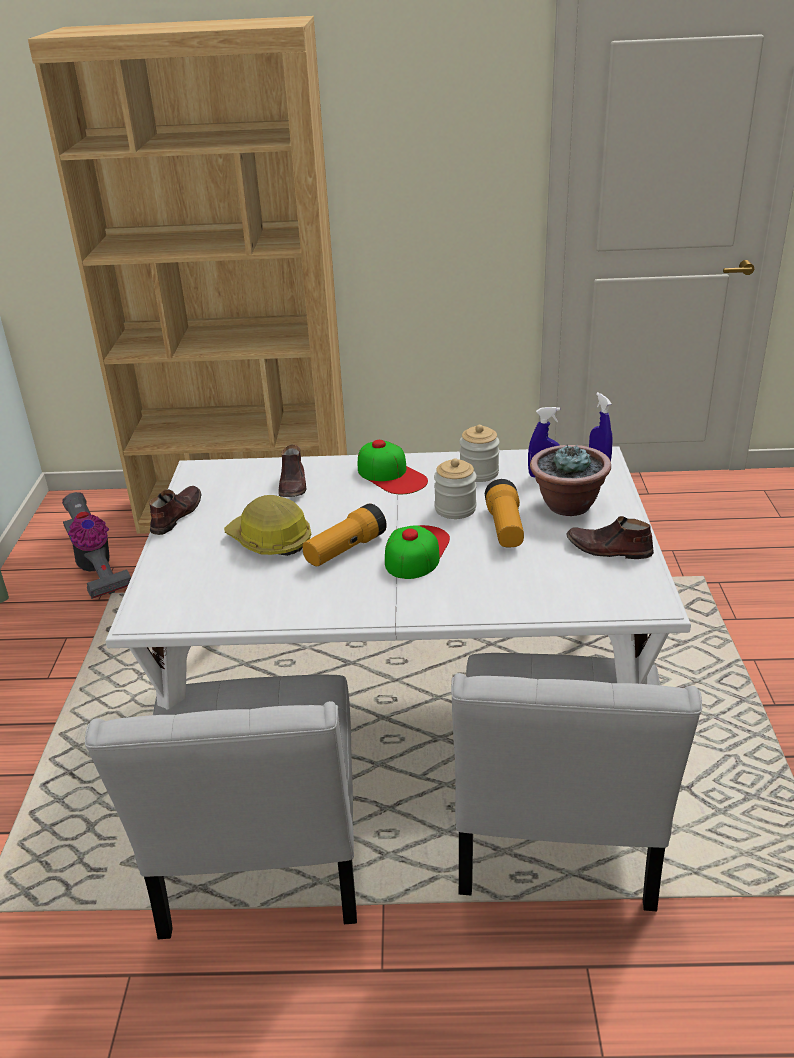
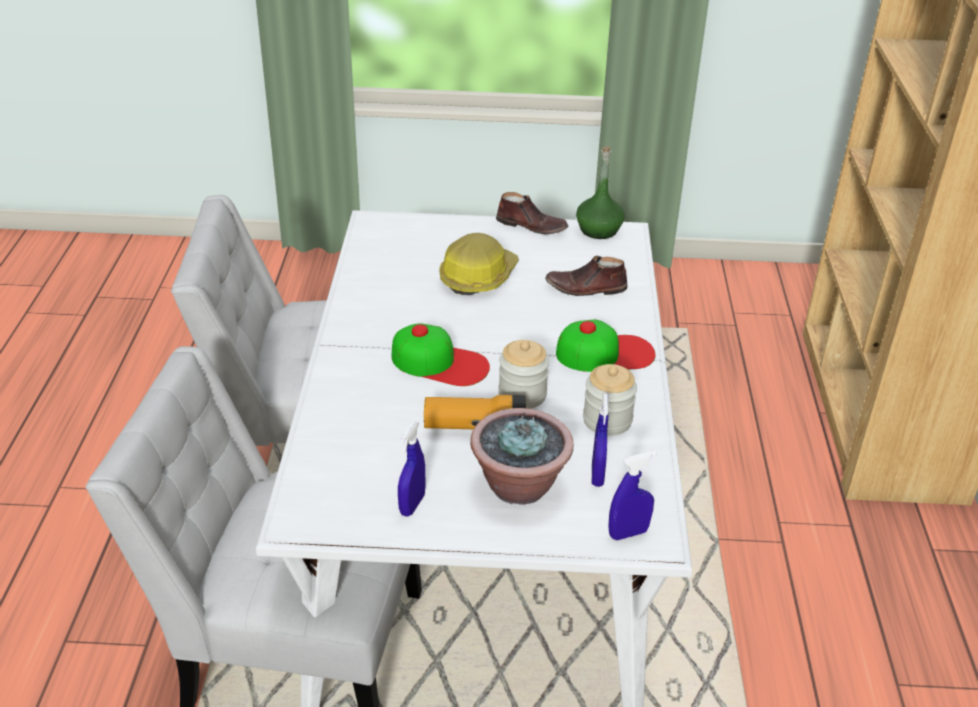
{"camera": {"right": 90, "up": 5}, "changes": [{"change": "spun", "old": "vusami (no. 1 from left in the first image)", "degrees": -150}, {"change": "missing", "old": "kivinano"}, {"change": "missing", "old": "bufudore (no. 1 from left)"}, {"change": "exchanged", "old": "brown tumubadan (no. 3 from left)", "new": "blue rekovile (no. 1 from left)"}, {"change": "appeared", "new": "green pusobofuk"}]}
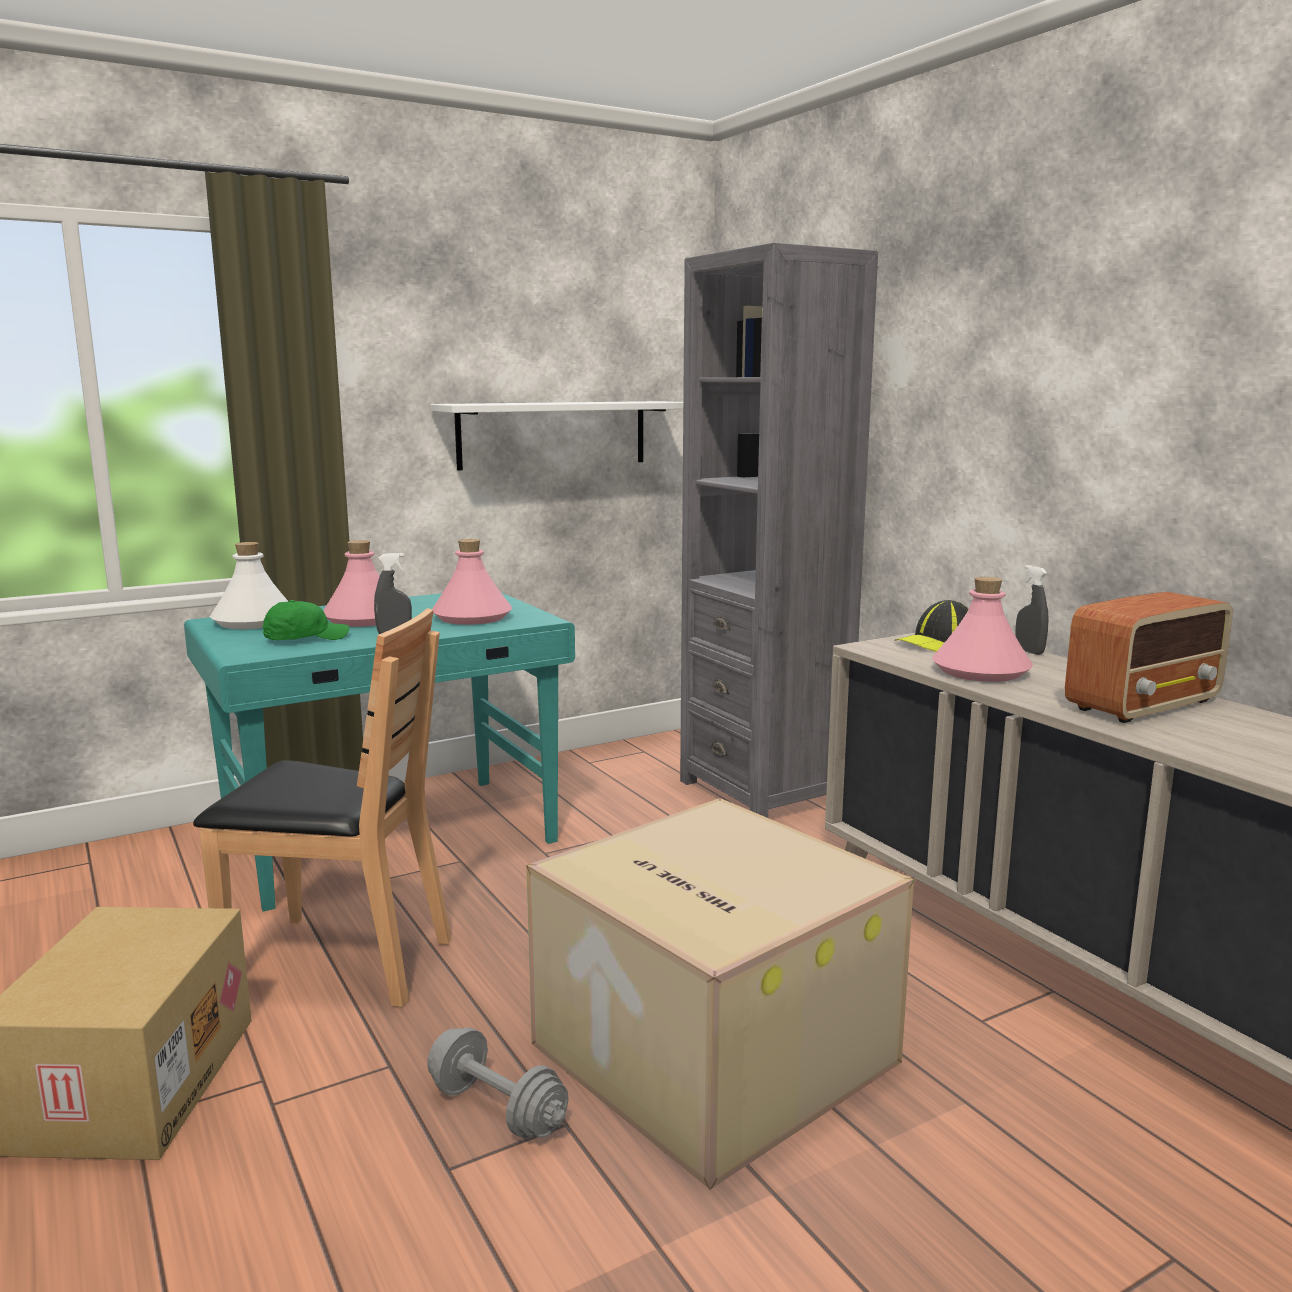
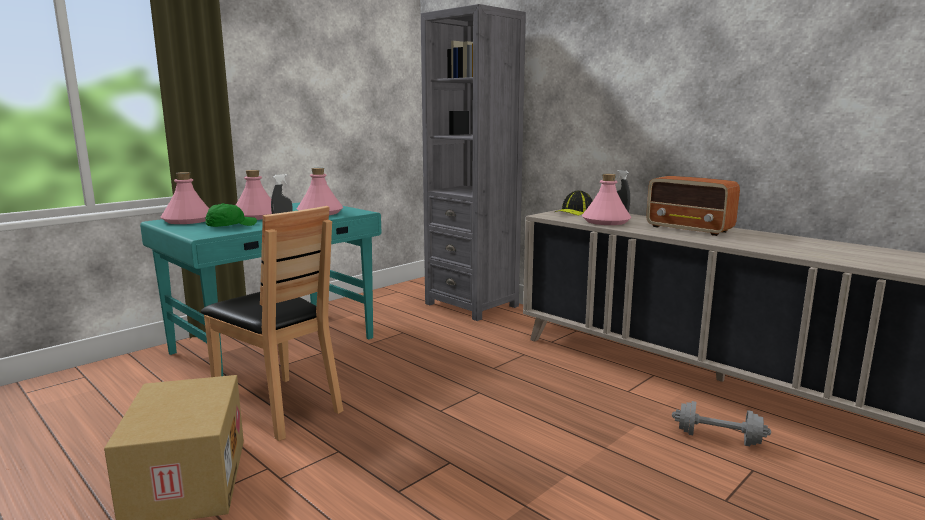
{"camera": {"right": -15, "up": 0}, "changes": [{"change": "missing", "old": "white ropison"}, {"change": "colour", "old": "white pusobofuk", "new": "pink pusobofuk (no. 1 from left)"}, {"change": "spun", "old": "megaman", "degrees": 90}, {"change": "spun", "old": "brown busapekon", "degrees": 45}, {"change": "missing", "old": "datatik (no. 2 from left)"}, {"change": "relocated", "old": "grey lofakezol"}]}
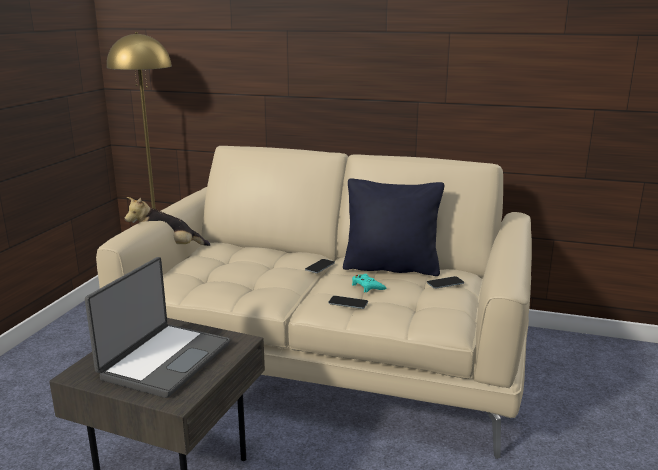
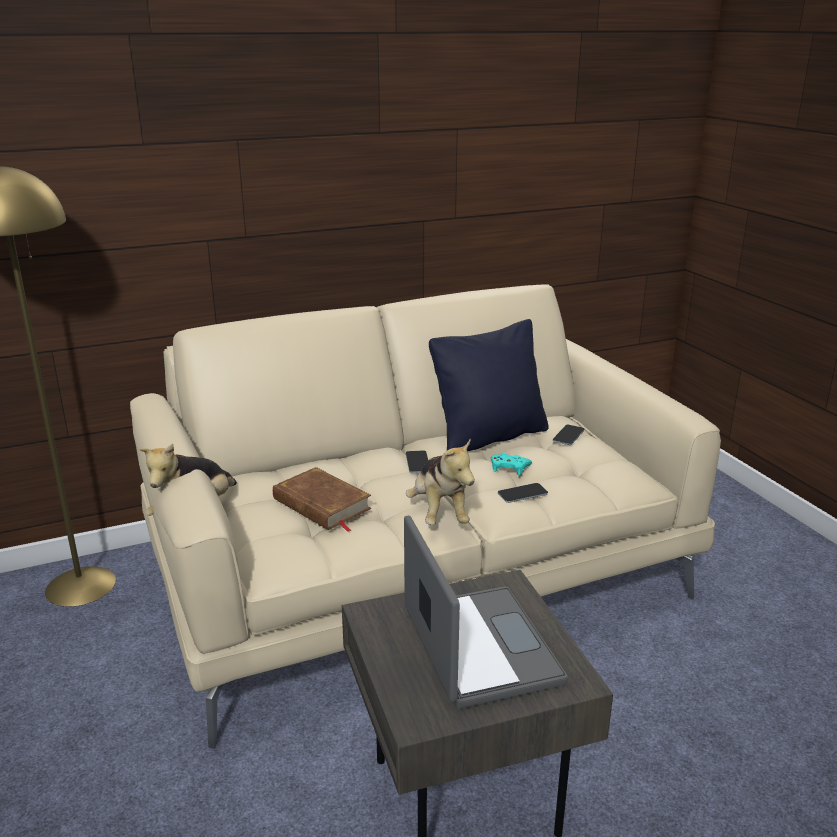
{"camera": {"right": -40, "up": 5}, "changes": [{"change": "appeared", "new": "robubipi (no. 2 from left)"}, {"change": "appeared", "new": "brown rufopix"}]}
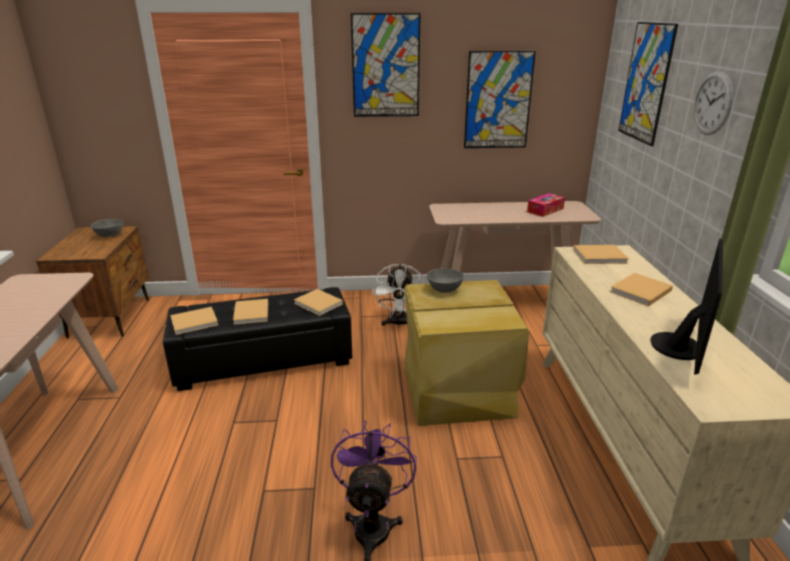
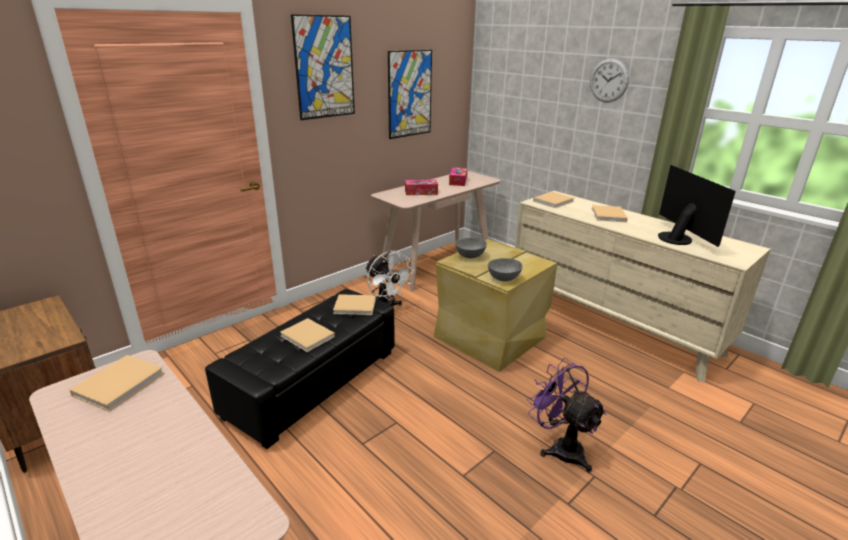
{"camera": {"right": -40, "up": 0}, "changes": [{"change": "missing", "old": "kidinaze (no. 3 from left)"}, {"change": "relocated", "old": "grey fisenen (no. 1 from left in the first image)", "new": "grey fisenen (no. 2 from left)"}, {"change": "relocated", "old": "beige rufopix (no. 1 from left)"}, {"change": "appeared", "new": "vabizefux (no. 1 from left)"}]}
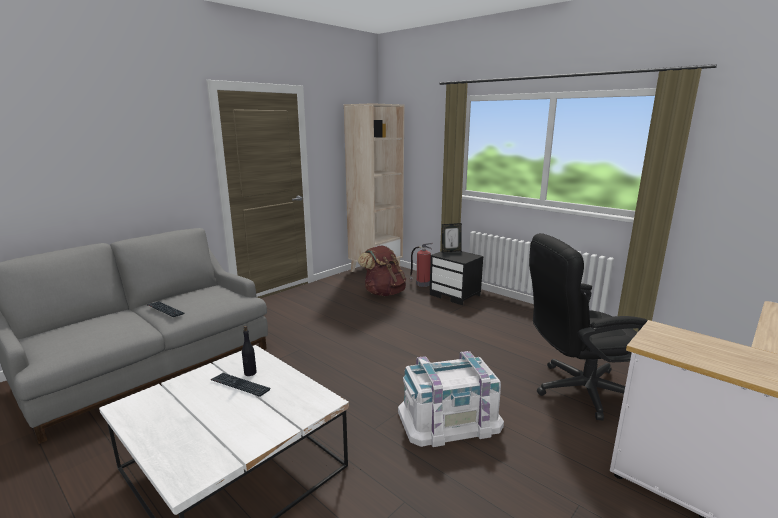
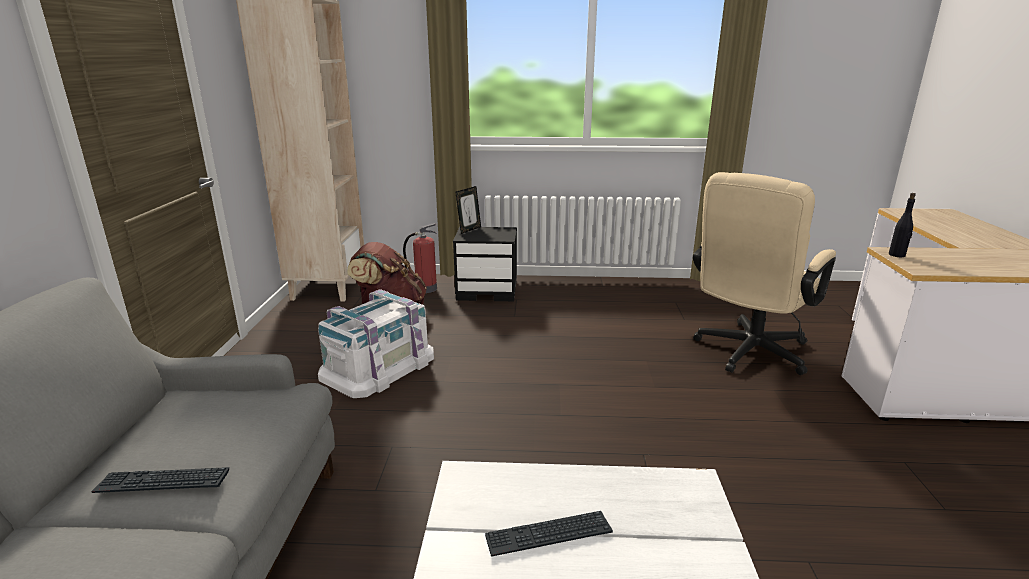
{"camera": {"right": -40, "up": 5}, "changes": [{"change": "colour", "old": "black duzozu", "new": "beige duzozu"}, {"change": "relocated", "old": "black pusobofuk"}, {"change": "relocated", "old": "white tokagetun"}]}
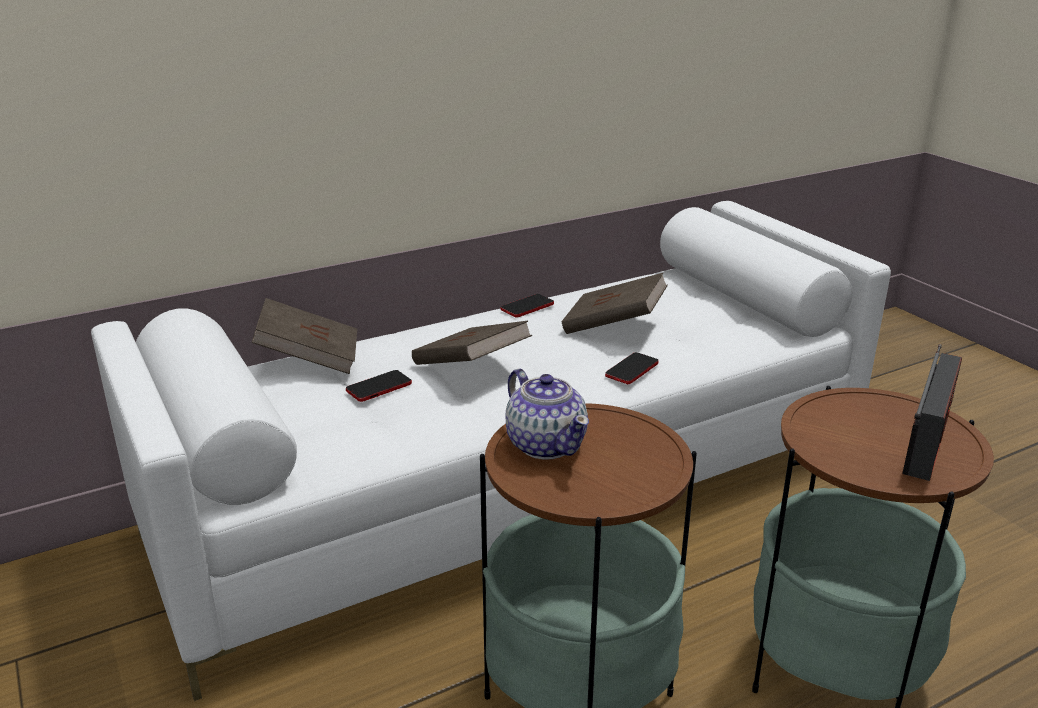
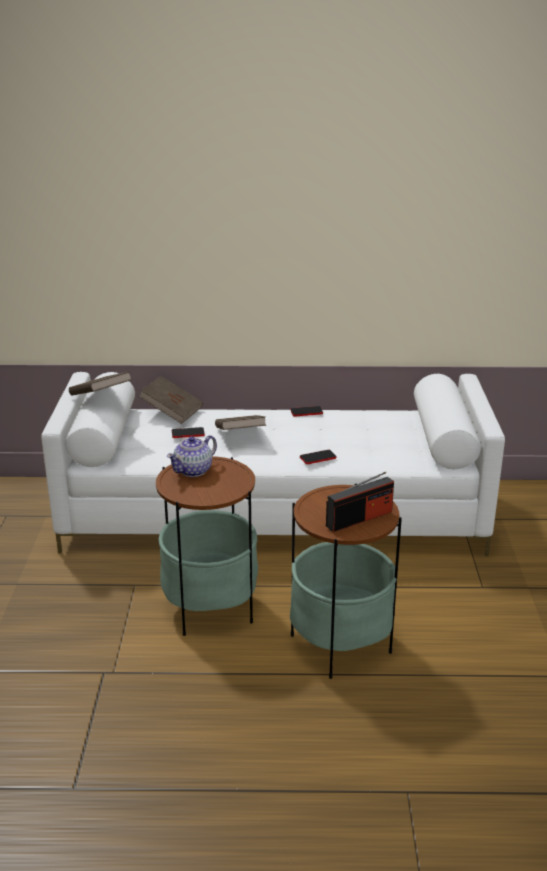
{"camera": {"right": 30, "up": 0}, "changes": [{"change": "relocated", "old": "brown rufopix (no. 3 from left in the first image)", "new": "brown rufopix (no. 1 from left)"}, {"change": "spun", "old": "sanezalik", "degrees": 45}]}
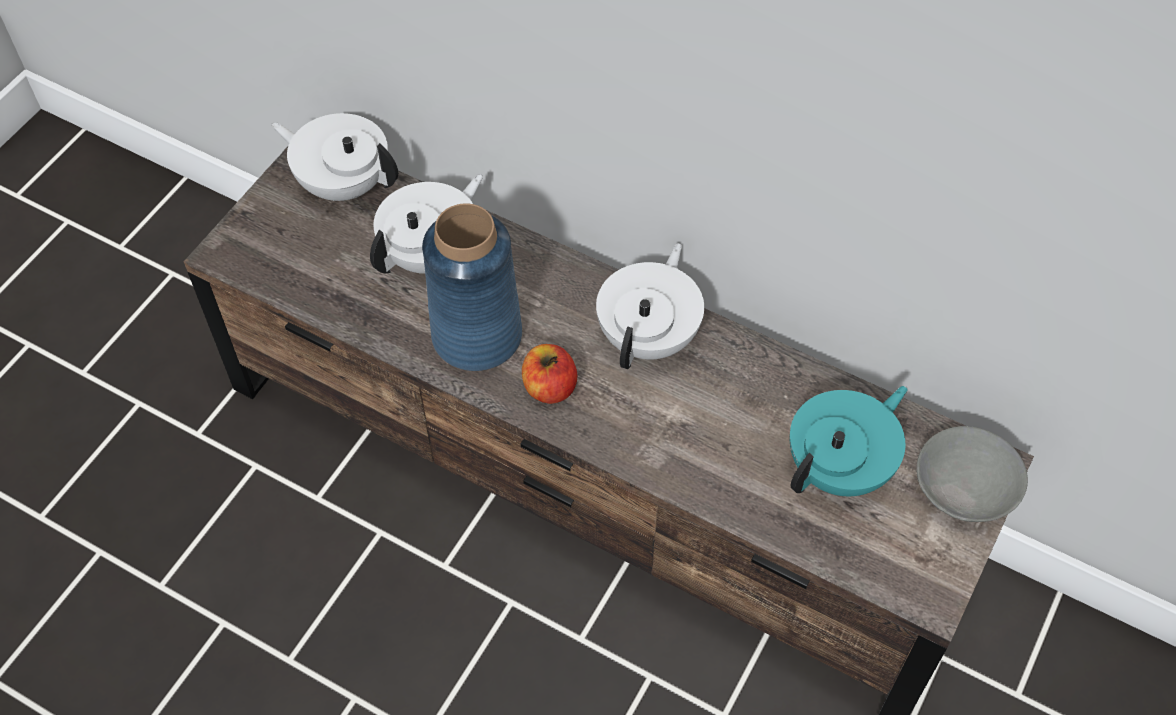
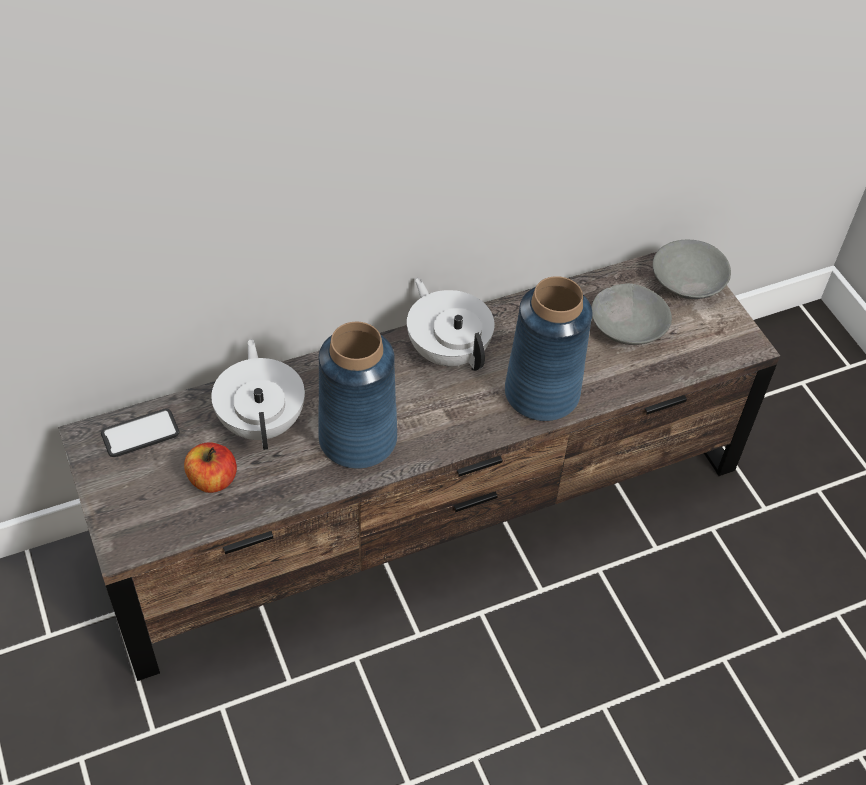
{"camera": {"right": -55, "up": -5}, "changes": [{"change": "exchanged", "old": "white sanezalik (no. 1 from left)", "new": "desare"}, {"change": "relocated", "old": "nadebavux"}, {"change": "exchanged", "old": "turquoise sanezalik", "new": "grey fisenen (no. 1 from left)"}, {"change": "appeared", "new": "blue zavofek (no. 2 from left)"}]}
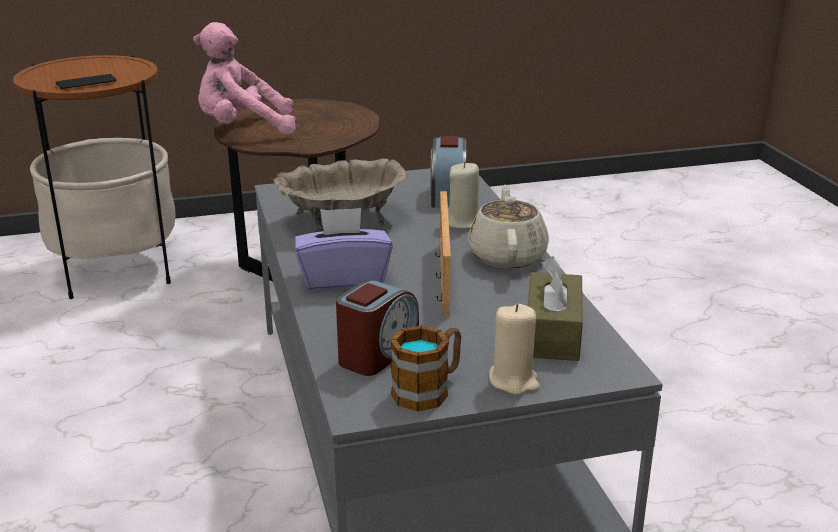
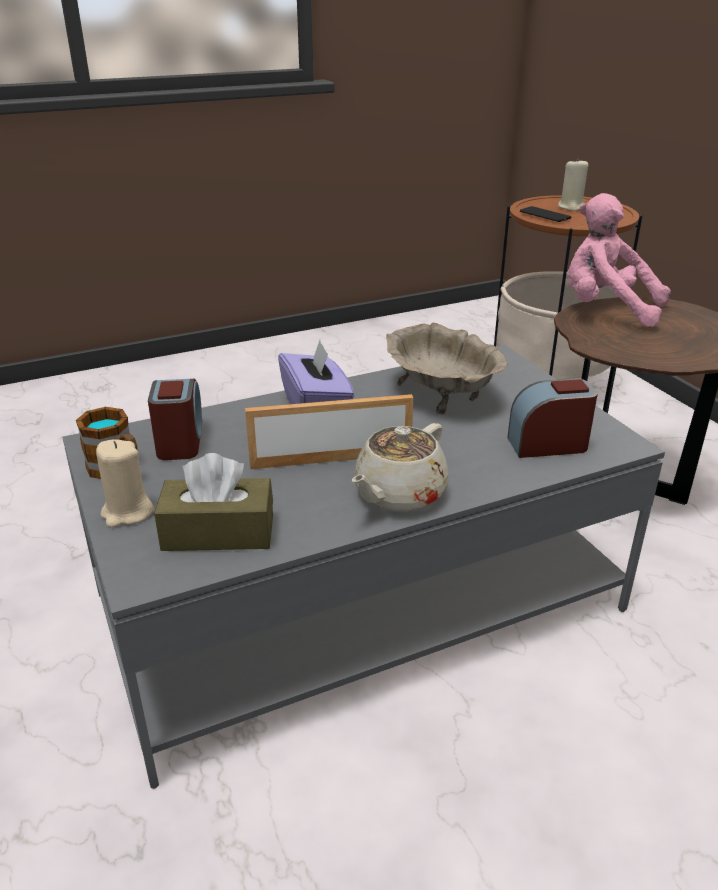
{"camera": {"right": 80, "up": 5}, "changes": [{"change": "spun", "old": "pink robubipi", "degrees": -45}, {"change": "relocated", "old": "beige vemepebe (no. 1 from left in the first image)", "new": "beige vemepebe (no. 2 from left)"}, {"change": "spun", "old": "beige sanezalik", "degrees": 135}, {"change": "spun", "old": "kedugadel (no. 1 from left)", "degrees": -120}]}
